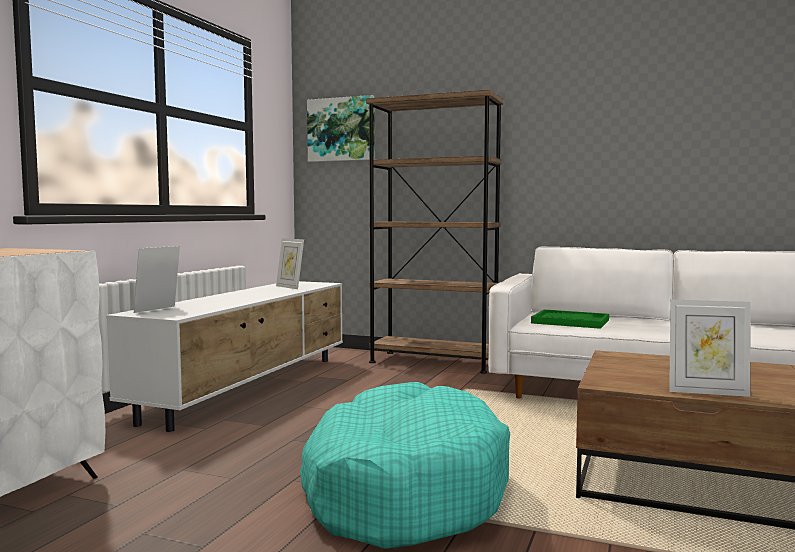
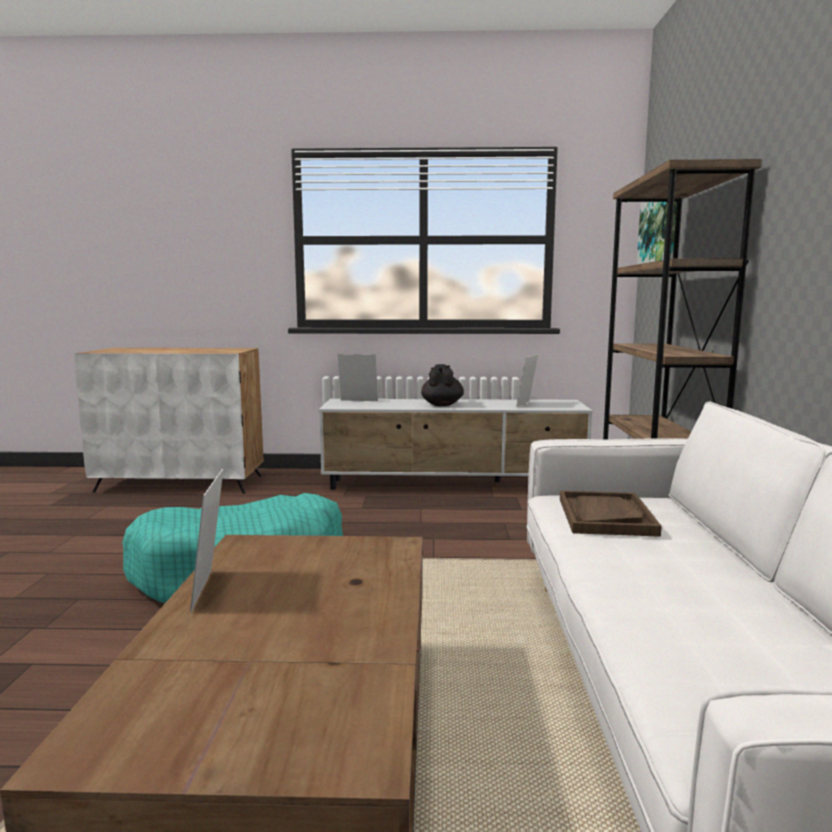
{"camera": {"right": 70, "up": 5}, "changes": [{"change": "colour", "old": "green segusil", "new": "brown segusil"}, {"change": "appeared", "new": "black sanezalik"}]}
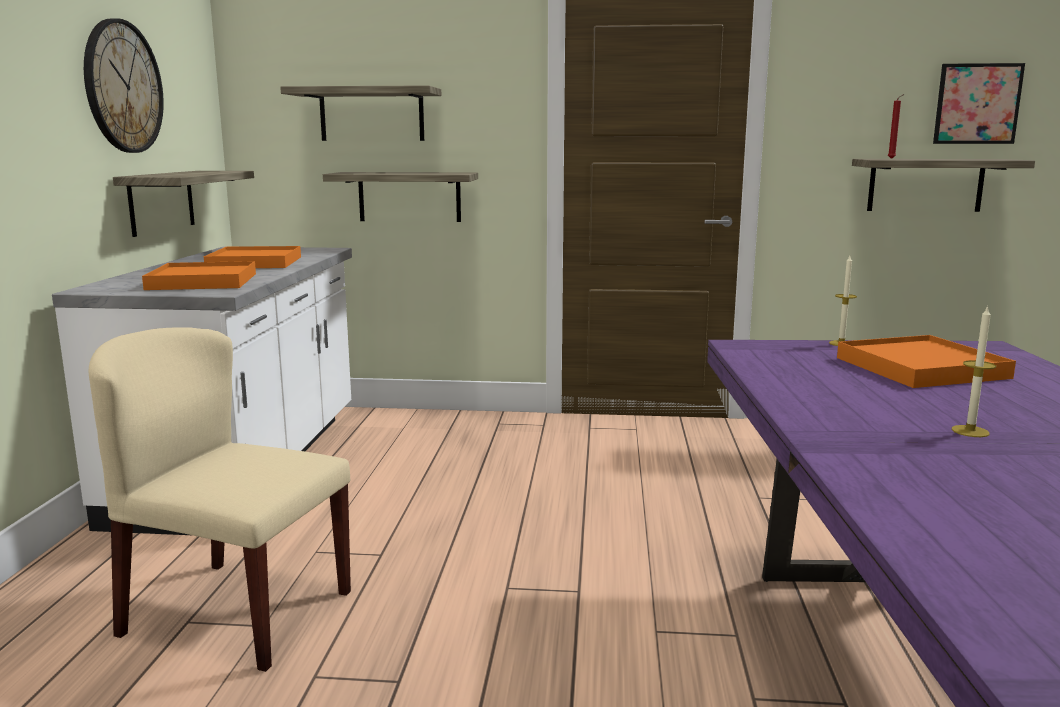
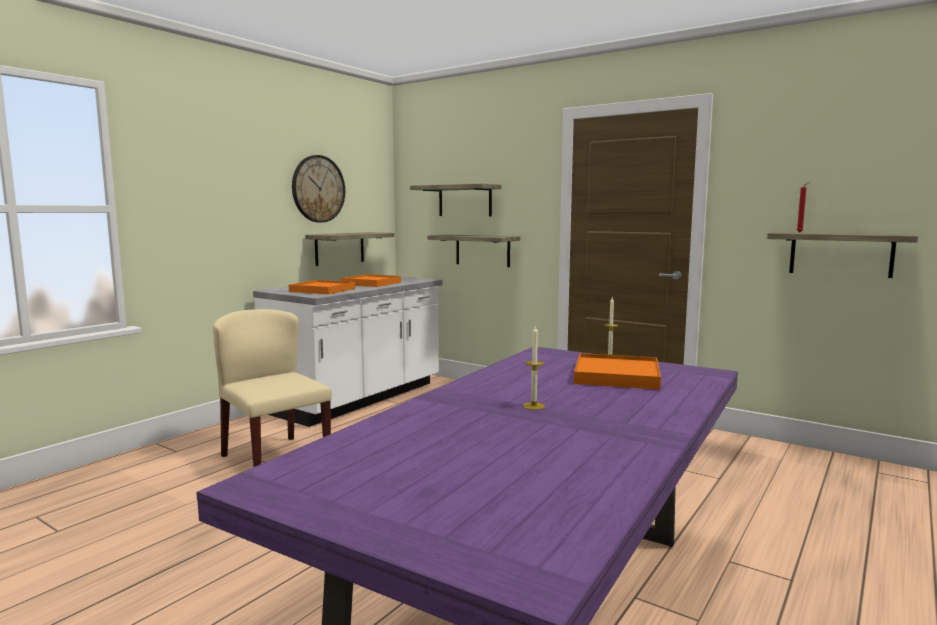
{"camera": {"right": 30, "up": -5}, "changes": [{"change": "missing", "old": "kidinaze"}]}
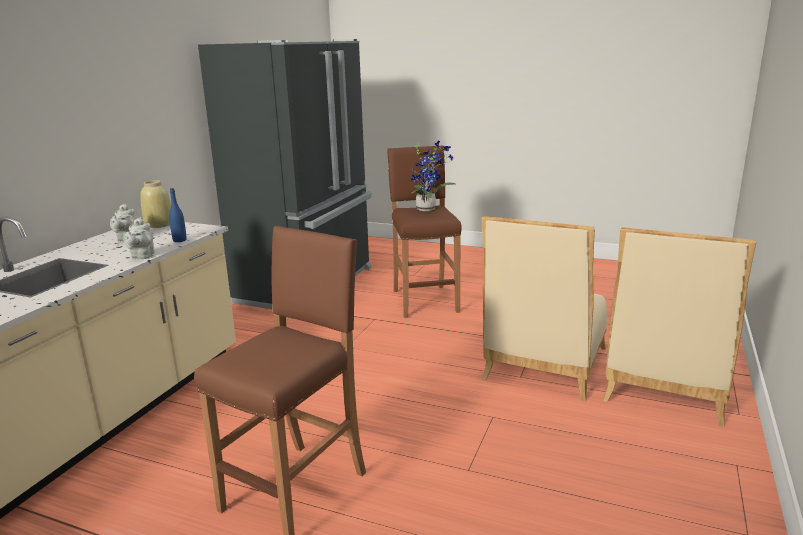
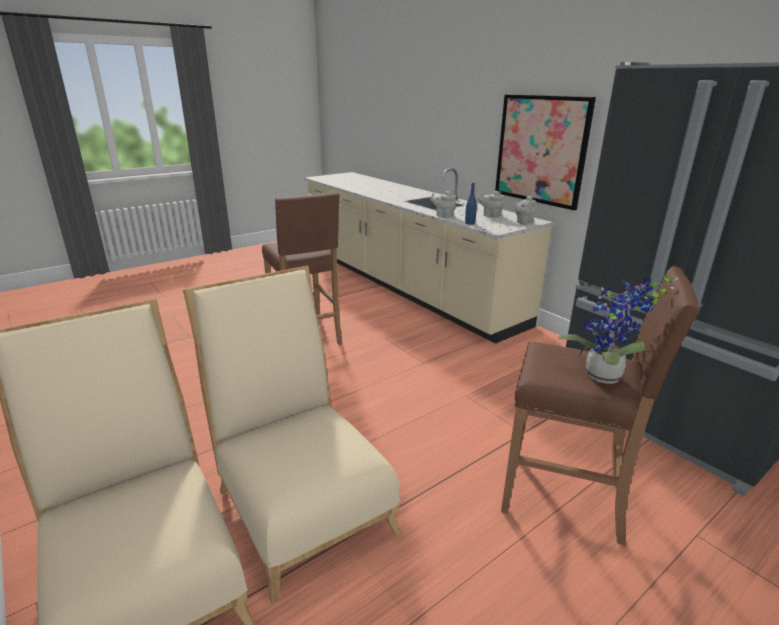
{"camera": {"right": 120, "up": 5}, "changes": [{"change": "exchanged", "old": "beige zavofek", "new": "grey sanezalik (no. 3 from left)"}, {"change": "appeared", "new": "kidinaze"}]}
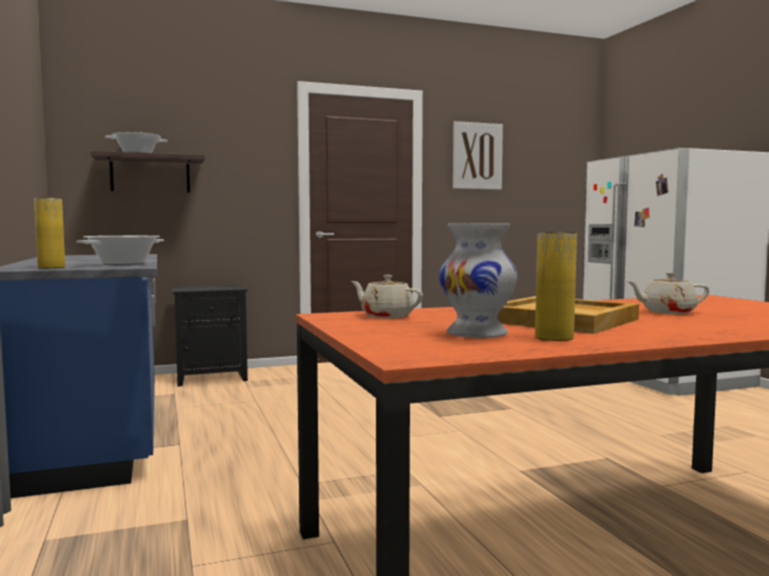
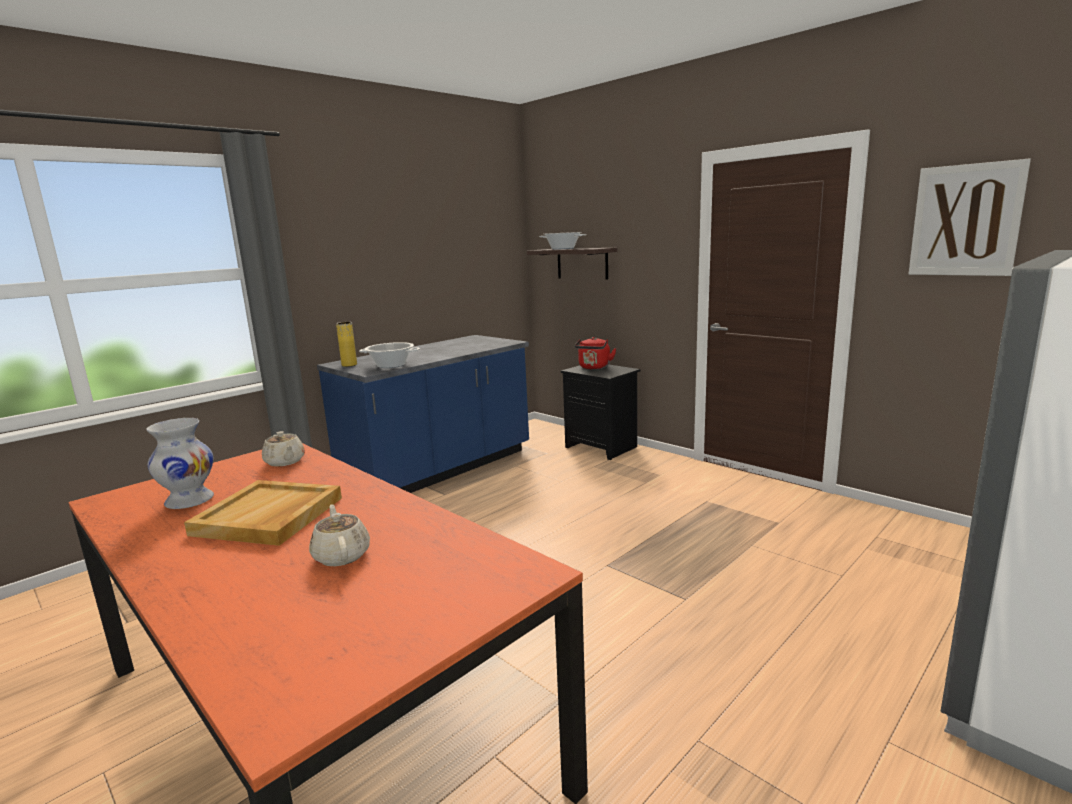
{"camera": {"right": 65, "up": 10}, "changes": [{"change": "missing", "old": "yellow zavofek (no. 2 from left)"}, {"change": "spun", "old": "beige sanezalik (no. 1 from left)", "degrees": 135}, {"change": "appeared", "new": "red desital"}]}
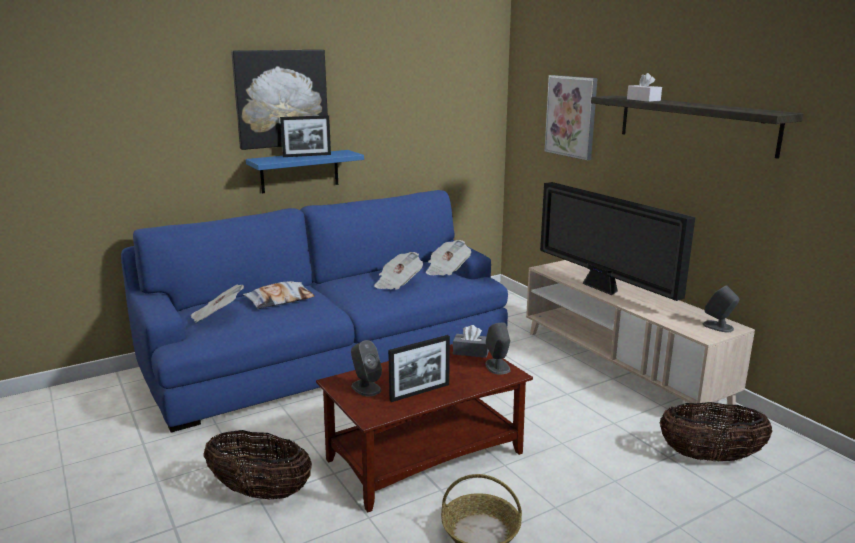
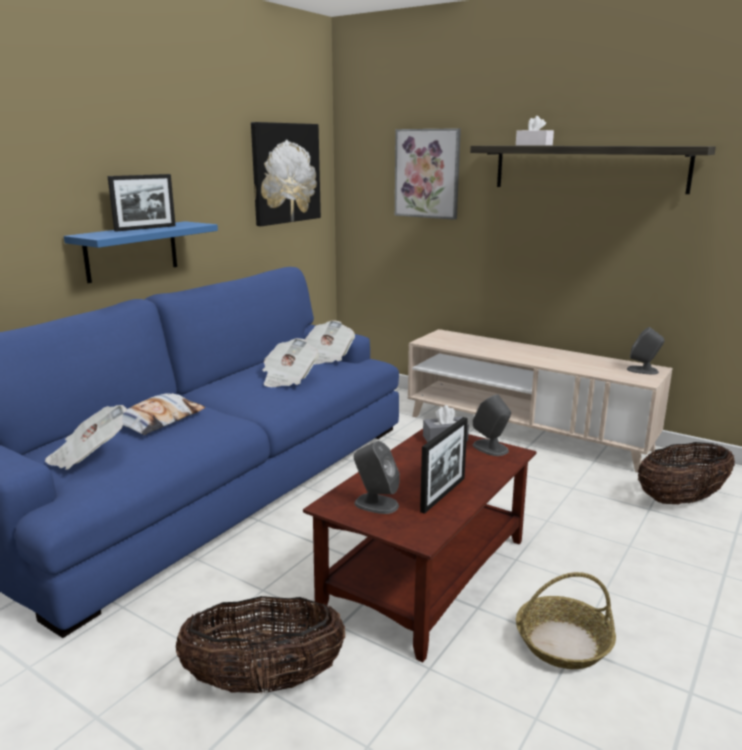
{"camera": {"right": -25, "up": 0}, "changes": [{"change": "relocated", "old": "kidinaze (no. 1 from left)"}, {"change": "missing", "old": "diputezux"}]}
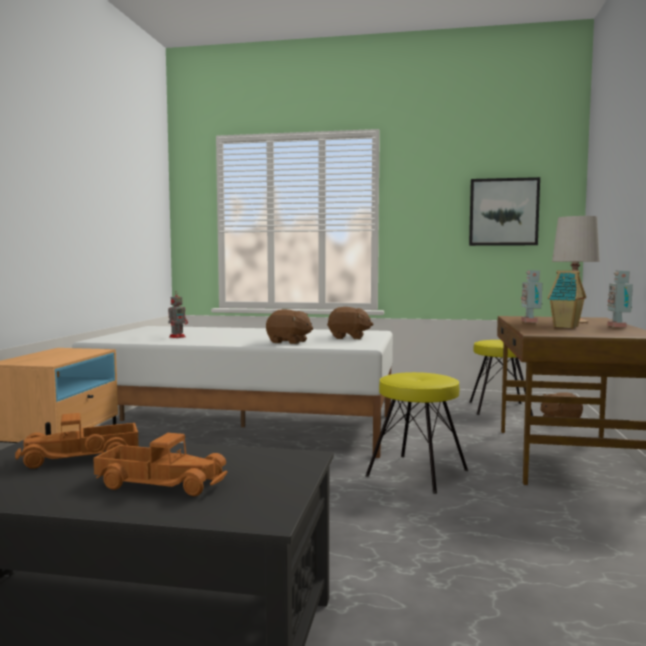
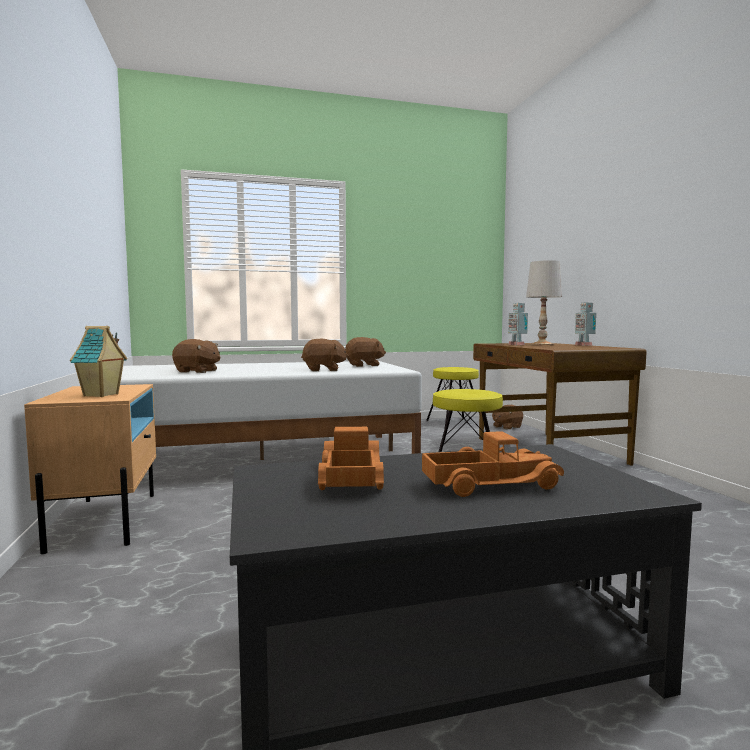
{"camera": {"right": -25, "up": 0}, "changes": [{"change": "missing", "old": "kidinaze"}, {"change": "relocated", "old": "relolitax"}, {"change": "exchanged", "old": "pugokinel (no. 1 from left)", "new": "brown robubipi (no. 1 from left)"}, {"change": "spun", "old": "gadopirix (no. 1 from left)", "degrees": 135}]}
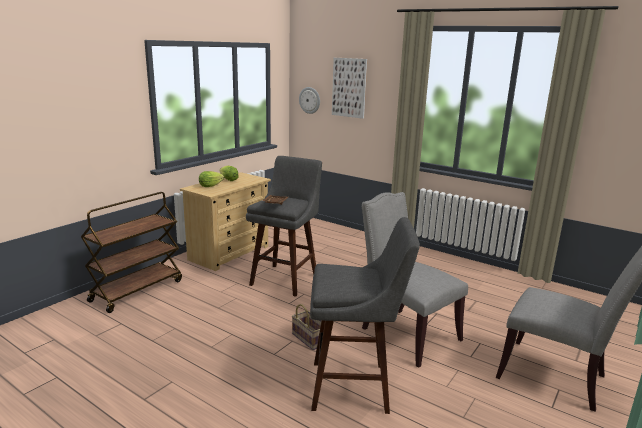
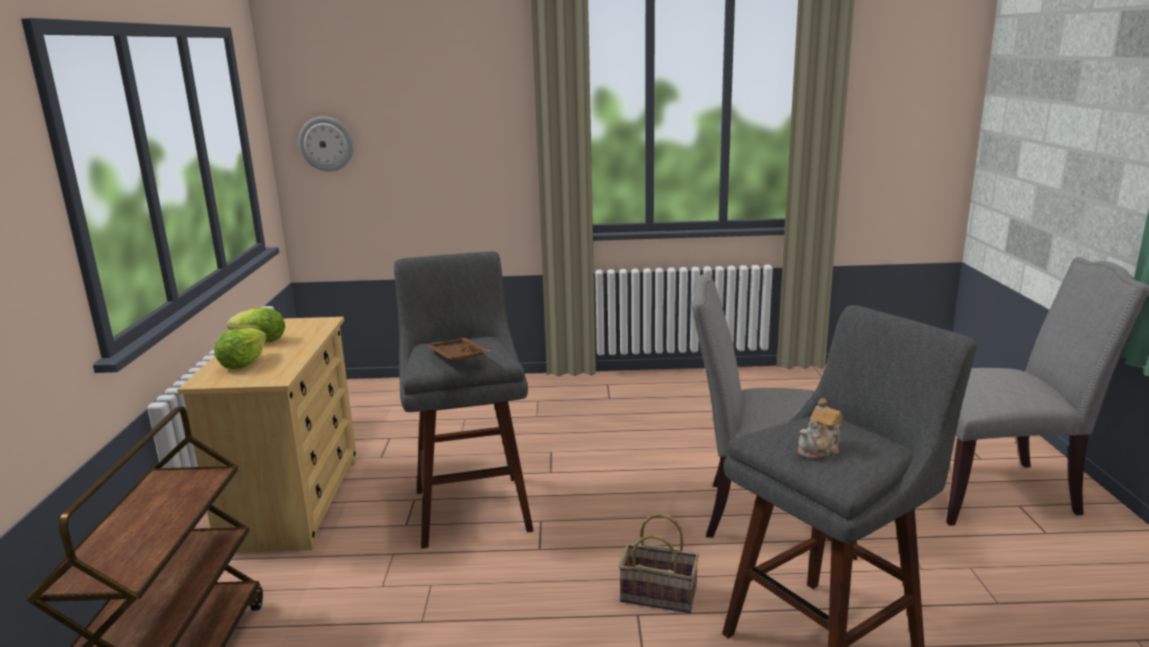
{"camera": {"right": -35, "up": 0}, "changes": [{"change": "missing", "old": "kidinaze"}, {"change": "appeared", "new": "sanezalik"}]}
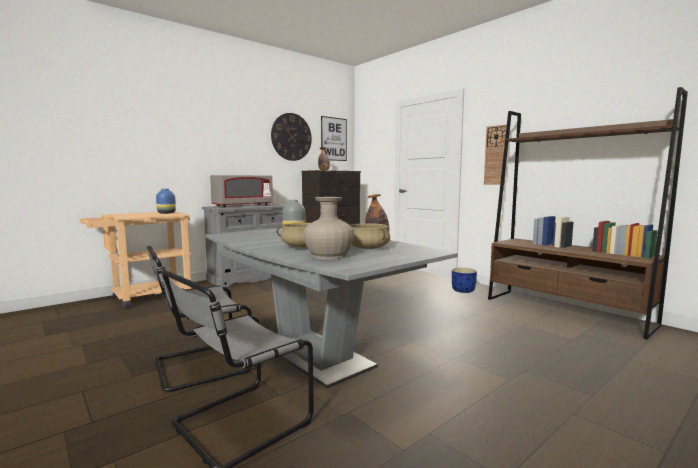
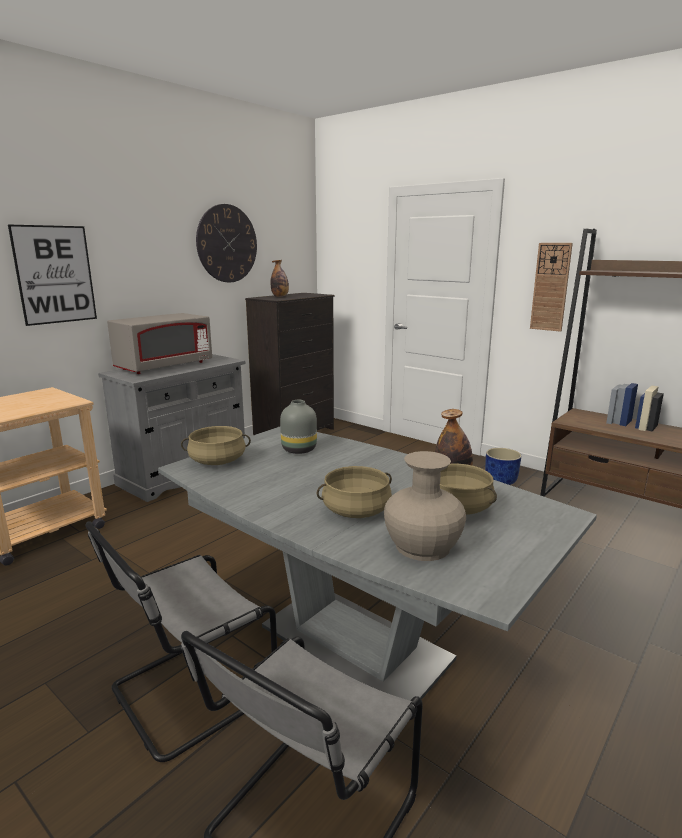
{"camera": {"right": -10, "up": 10}, "changes": [{"change": "relocated", "old": "kidinaze"}, {"change": "missing", "old": "blue zavofek"}, {"change": "appeared", "new": "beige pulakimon (no. 1 from left)"}]}
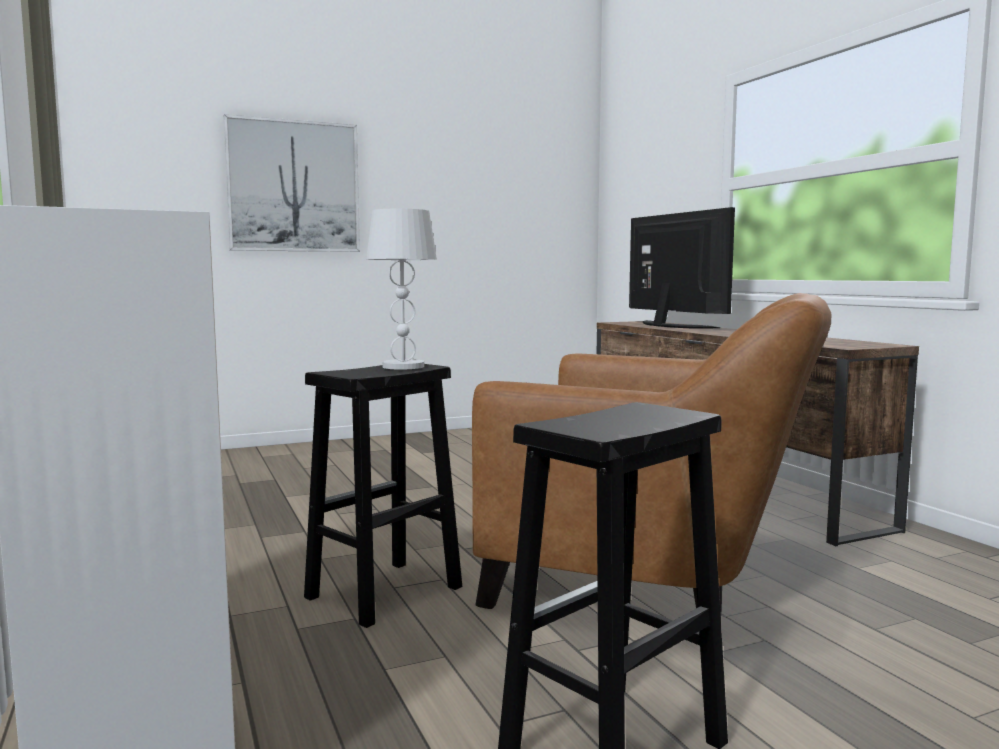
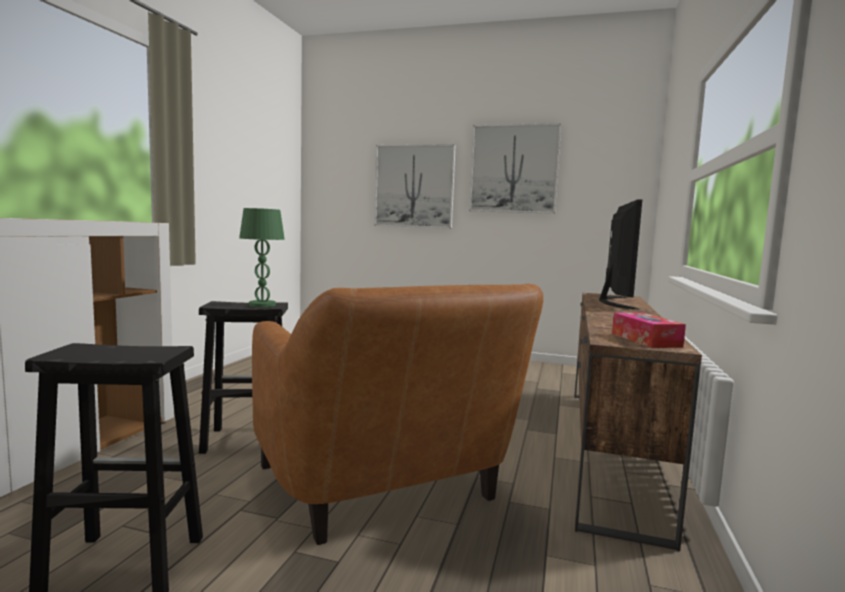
{"camera": {"right": 40, "up": 0}, "changes": [{"change": "colour", "old": "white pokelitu", "new": "green pokelitu"}, {"change": "appeared", "new": "kidinaze (no. 2 from left)"}, {"change": "appeared", "new": "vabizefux"}]}
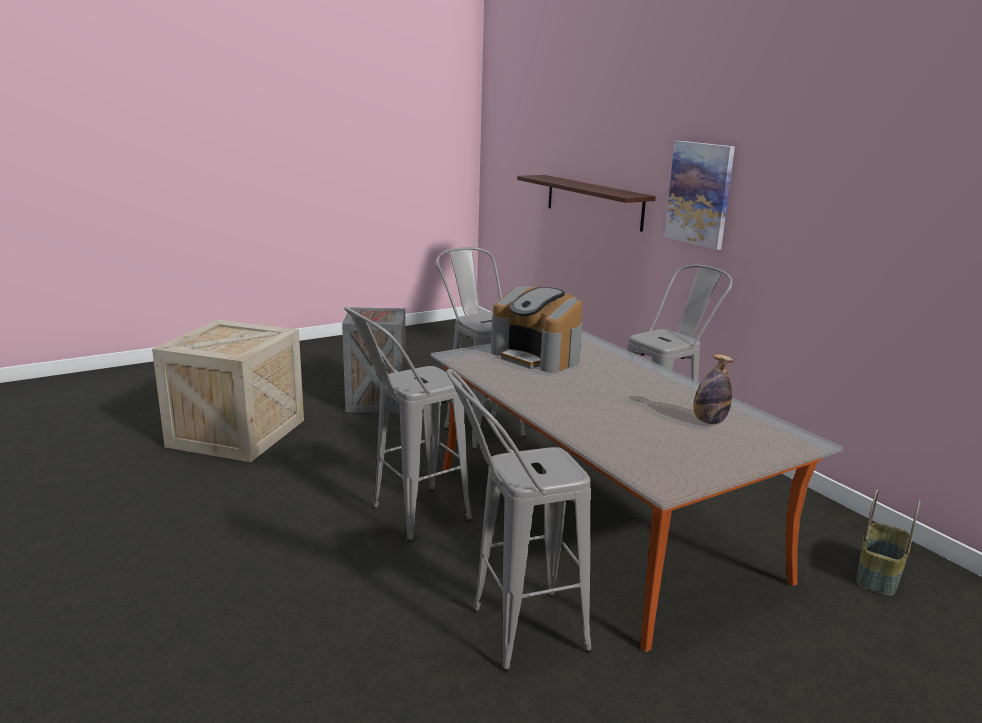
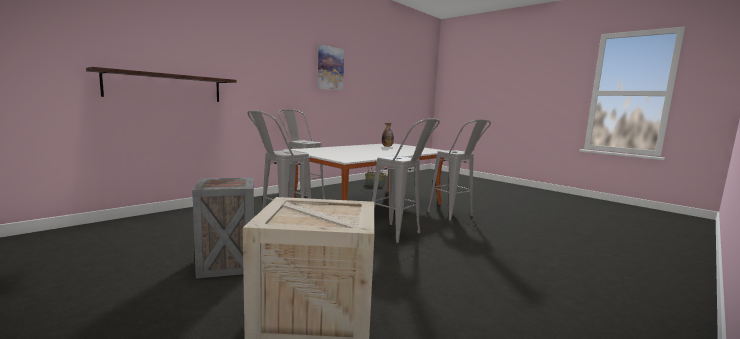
{"camera": {"right": -105, "up": -10}, "changes": [{"change": "relocated", "old": "kidinaze"}, {"change": "missing", "old": "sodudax"}]}
